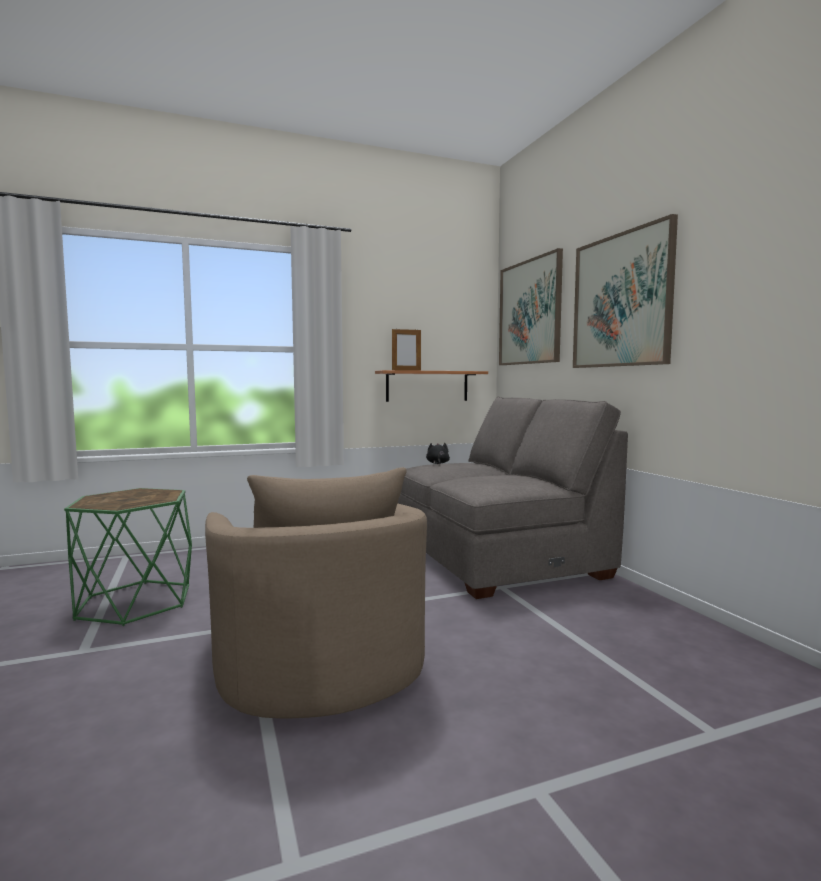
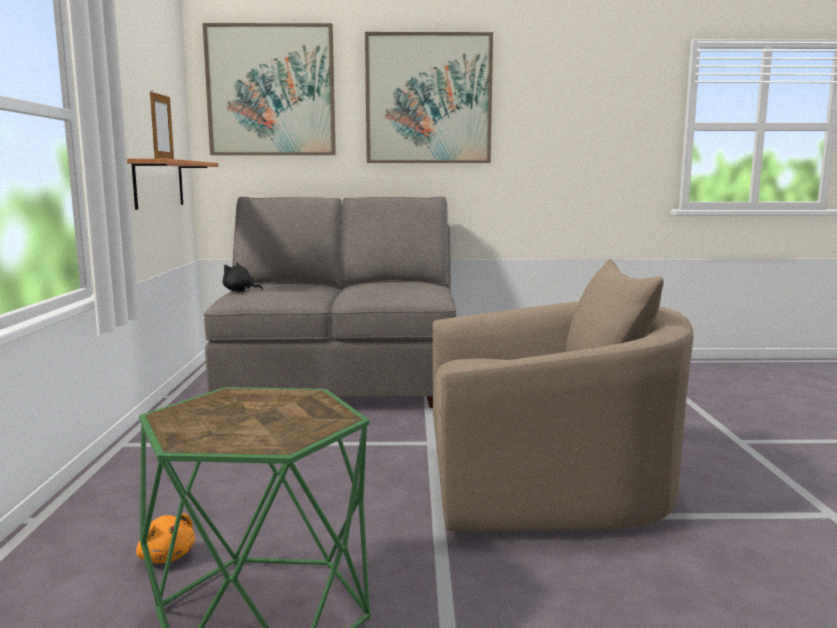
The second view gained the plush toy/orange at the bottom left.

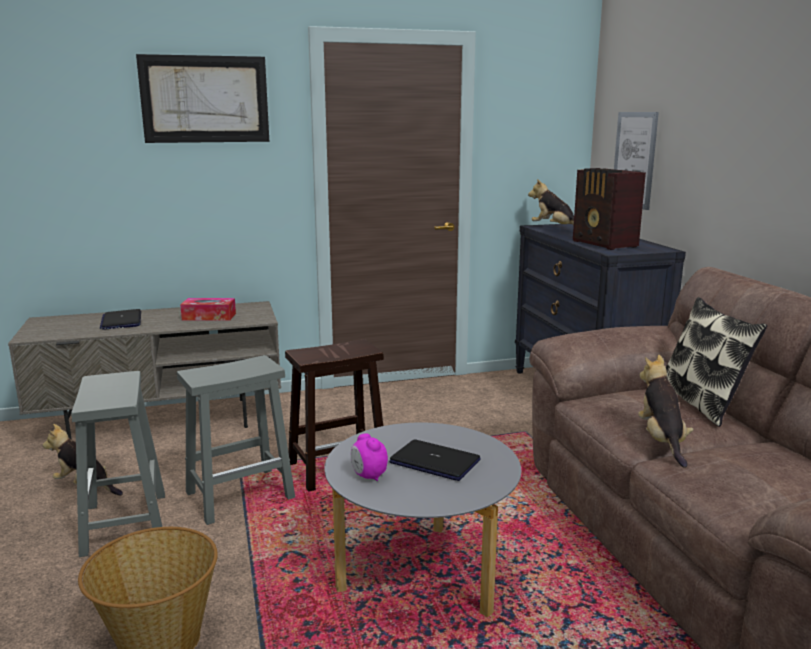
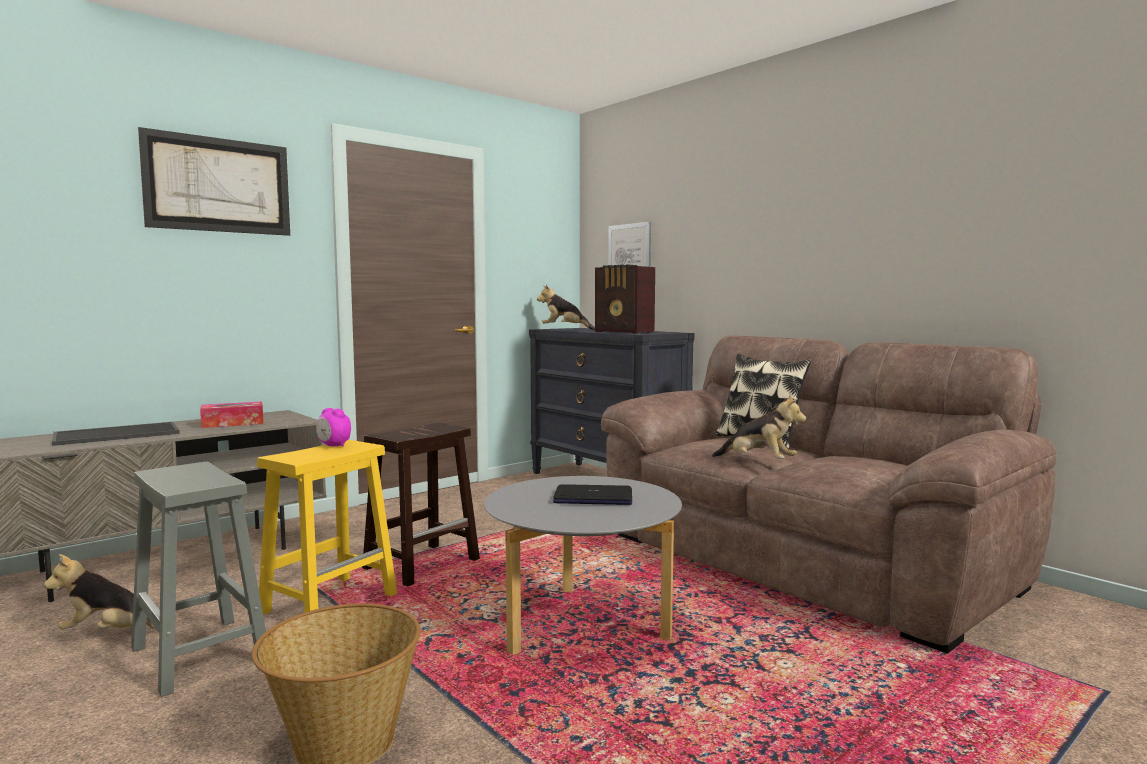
The alarm clock ended up elsewhere, having gone from the bottom centre to the middle left. Where the laptop (1st from left) stood at the middle left, the tray came to stand at the middle left. What was the stool/grey (2nd from left) at the bottom left turned into the stool/yellow at the bottom left. The plush toy (3rd from left) at the middle right ended up facing another way, 150 degrees clockwise from before.

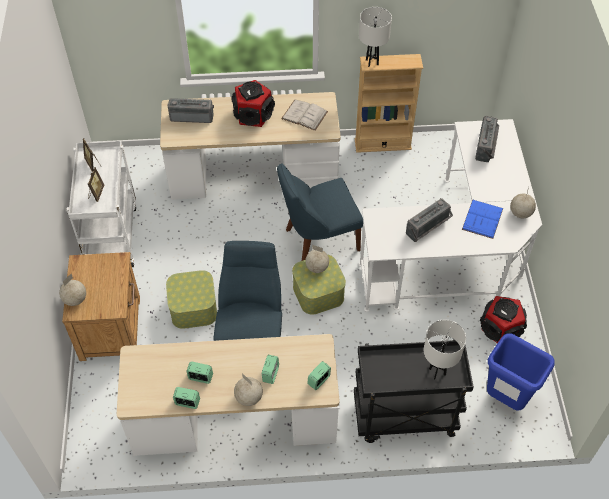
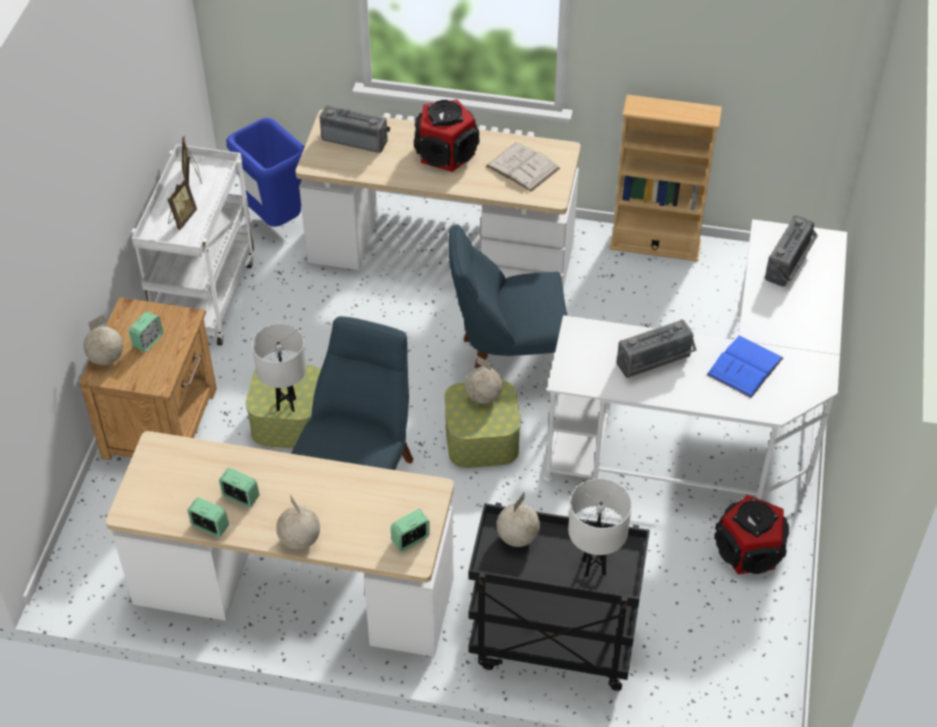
The alarm clock (3rd from left in the first image) ended up elsewhere, having gone from the bottom centre to the middle left. The table lamp/white (1st from left) ended up elsewhere, having gone from the top centre to the middle left. The trash can/blue ended up elsewhere, having gone from the bottom right to the top left. The globe (4th from left) ended up elsewhere, having gone from the middle right to the bottom centre.

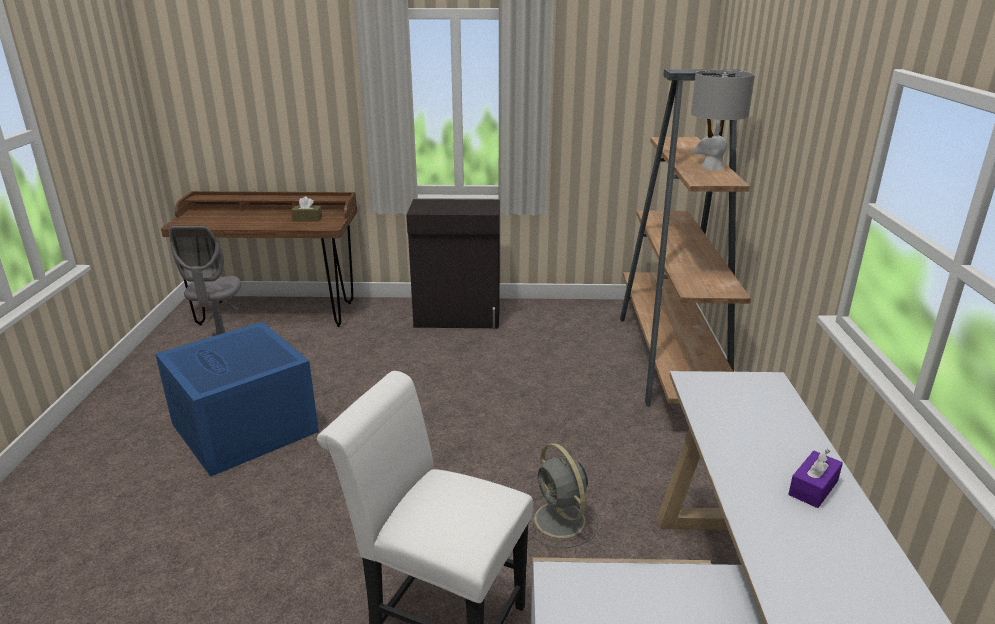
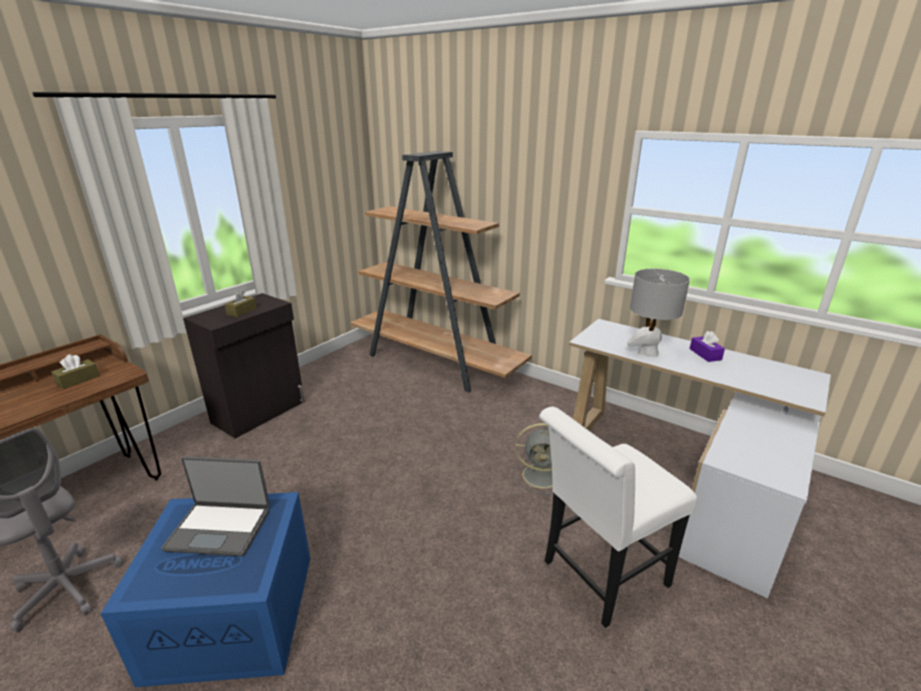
The second view gained the laptop at the bottom left. The second view gained the tissue box/brown (2nd from left) at the middle left. The table lamp/grey ended up elsewhere, having gone from the top right to the middle right.

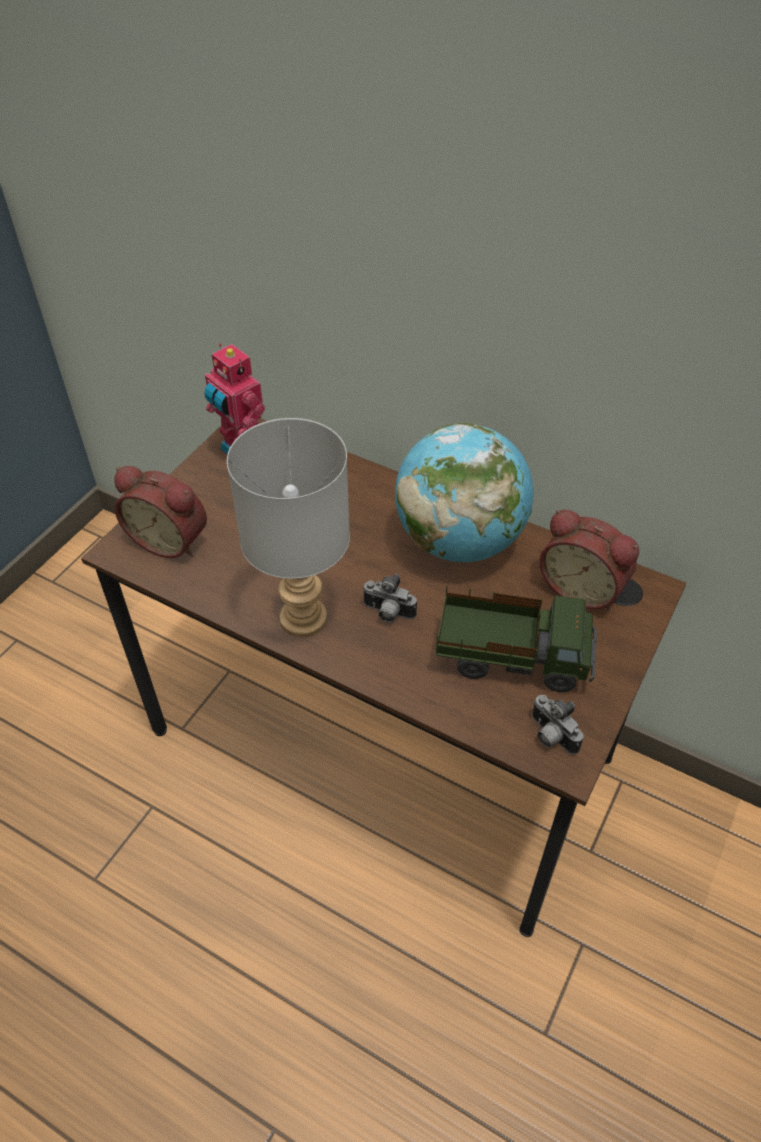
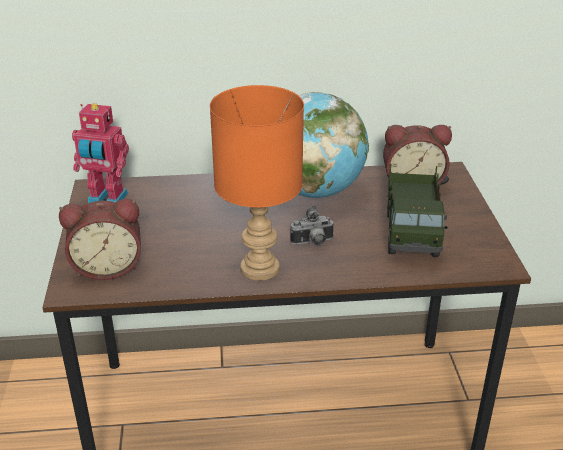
The second view lost the photo camera (2nd from left) at the middle right. What was the table lamp/grey at the centre turned into the table lamp/orange at the centre. The toy truck at the middle right ended up facing another way, 120 degrees clockwise from before.

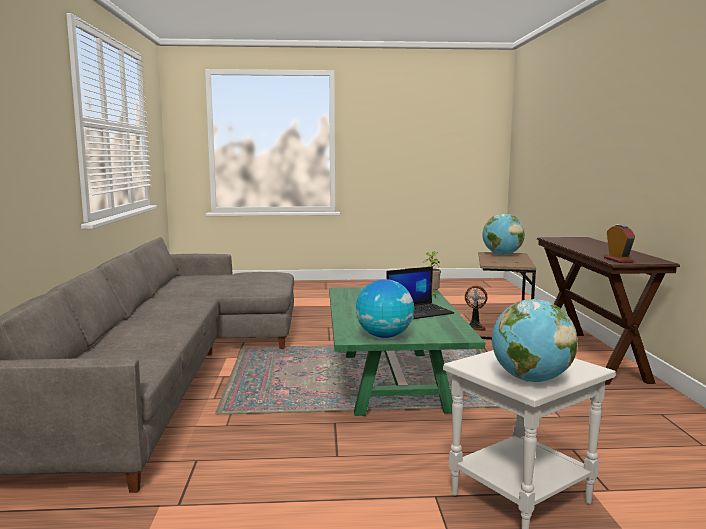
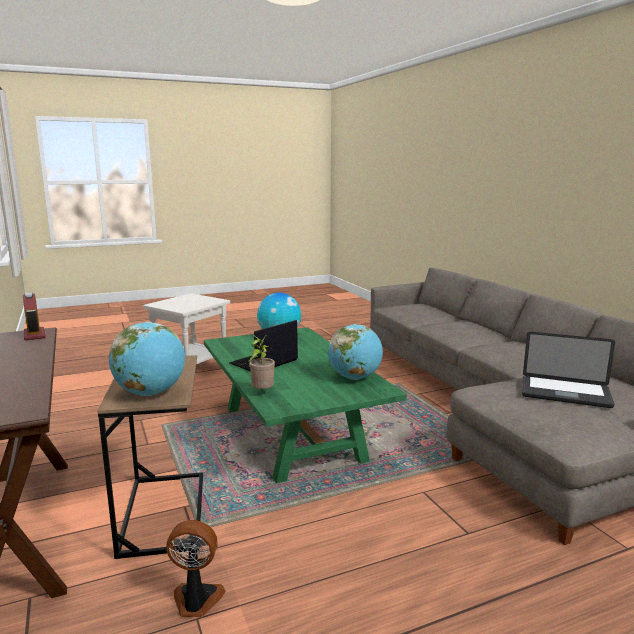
The second view gained the laptop (2nd from left) at the middle right. The globe (3rd from left) ended up elsewhere, having gone from the middle right to the centre.

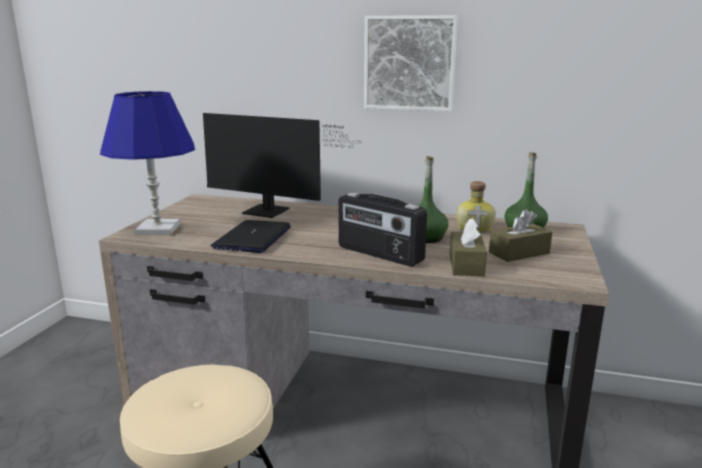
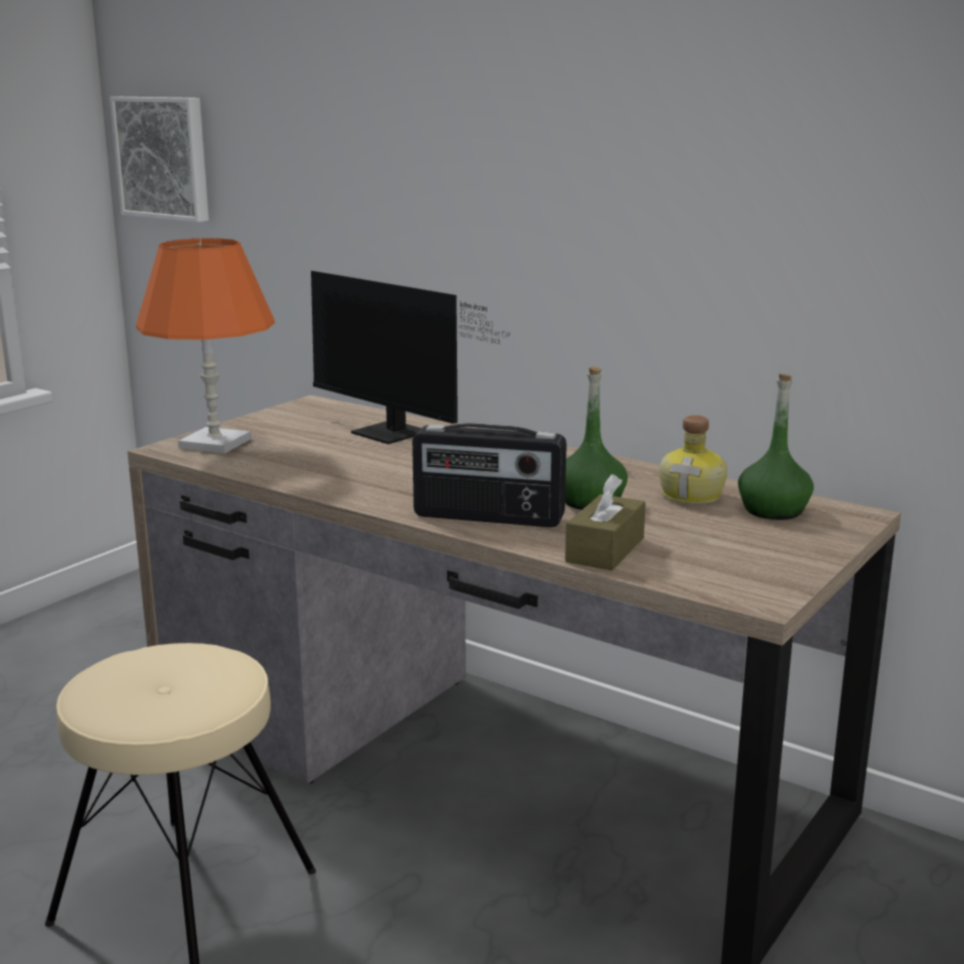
The second view lost the laptop at the centre. The second view lost the tissue box/brown (2nd from left) at the middle right. The picture ended up elsewhere, having gone from the top centre to the top left. What was the table lamp/blue at the middle left turned into the table lamp/orange at the middle left. The radio at the centre ended up facing another way, 45 degrees counterclockwise from before.

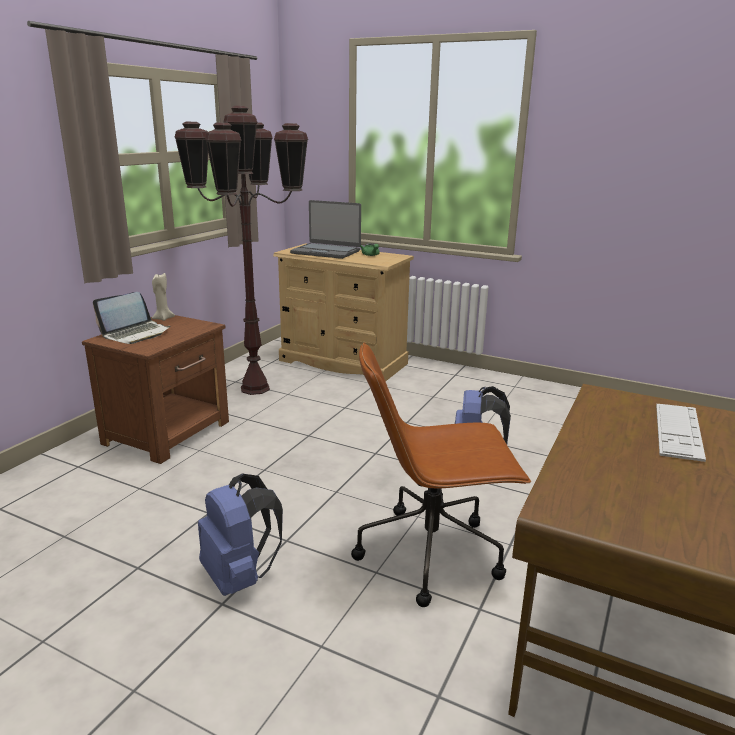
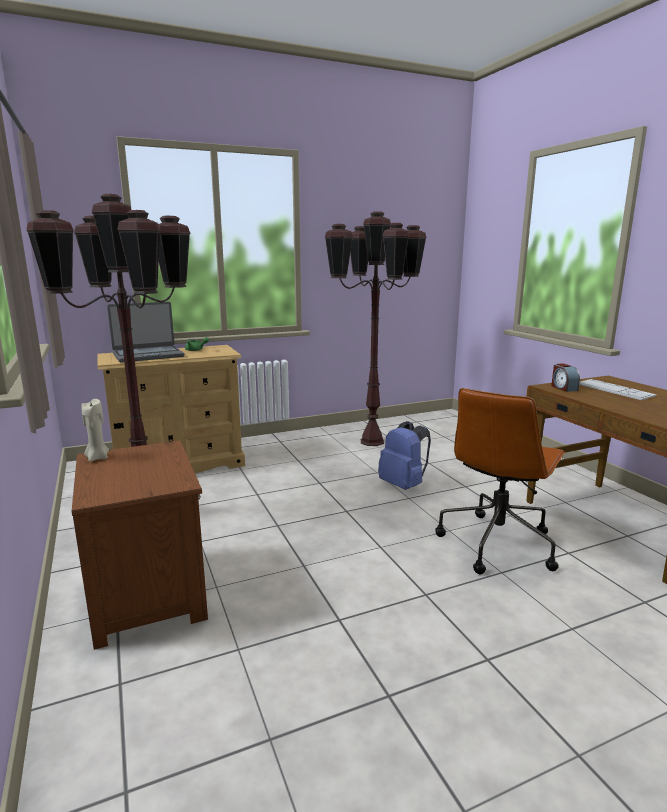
The second view lost the laptop (1st from left) at the middle left. The second view lost the backpack/blue (1st from left) at the bottom left. The second view gained the floor lamp/brown (2nd from left) at the centre. The second view gained the alarm clock at the middle right.

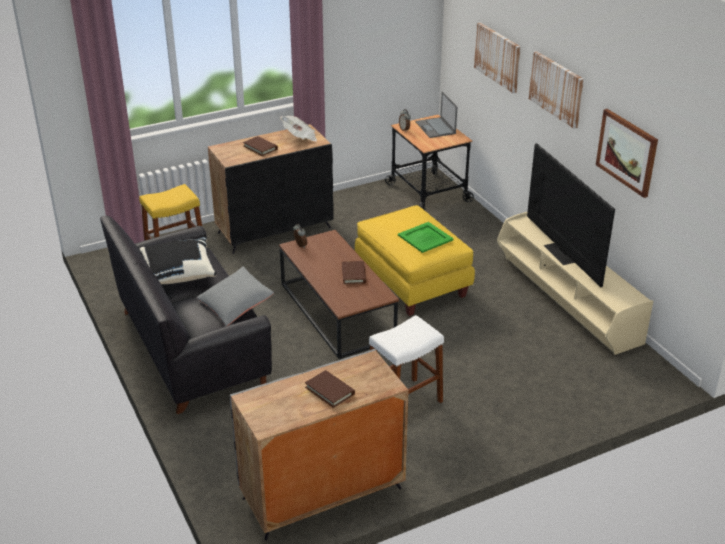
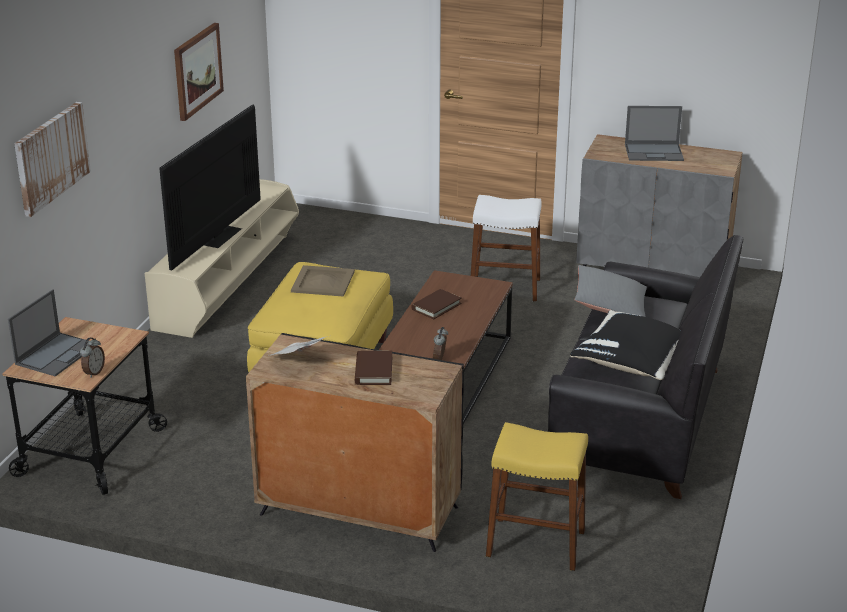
The second view lost the picture (2nd from left) at the top right. Where the book/brown (2nd from left) stood at the bottom centre, the laptop (2nd from left) came to stand at the top right. What was the tray/green at the centre turned into the tray/beige at the centre.

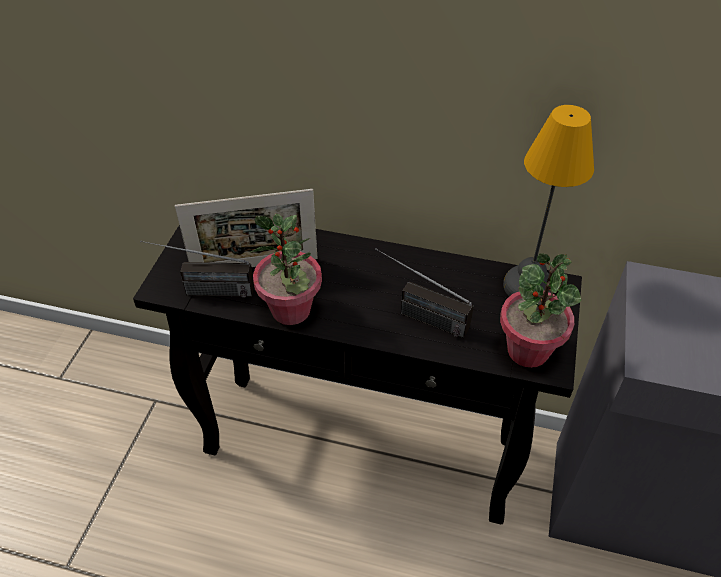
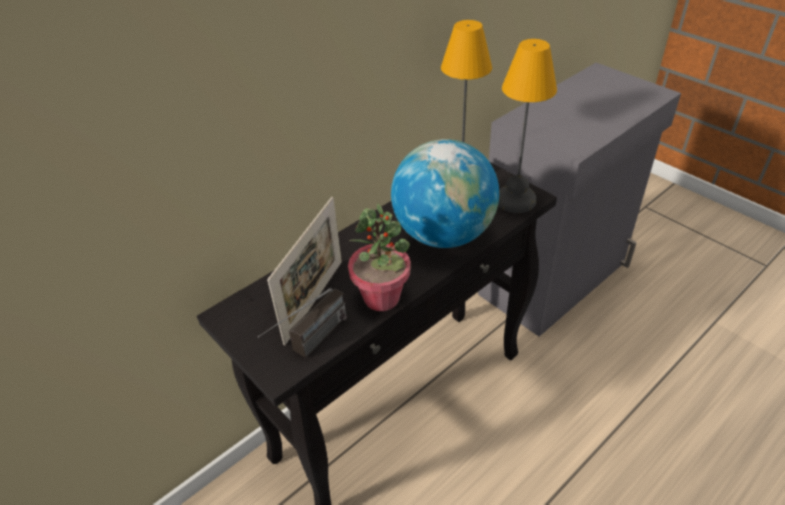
Where the radio (2nd from left) stood at the centre, the globe came to stand at the centre. Where the potted plant (2nd from left) stood at the middle right, the table lamp (2nd from left) came to stand at the top right.

